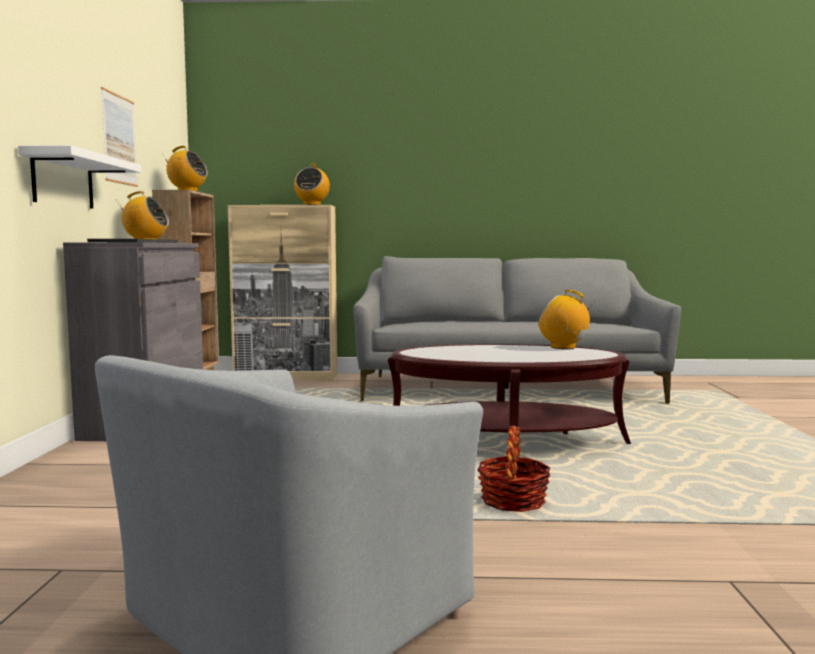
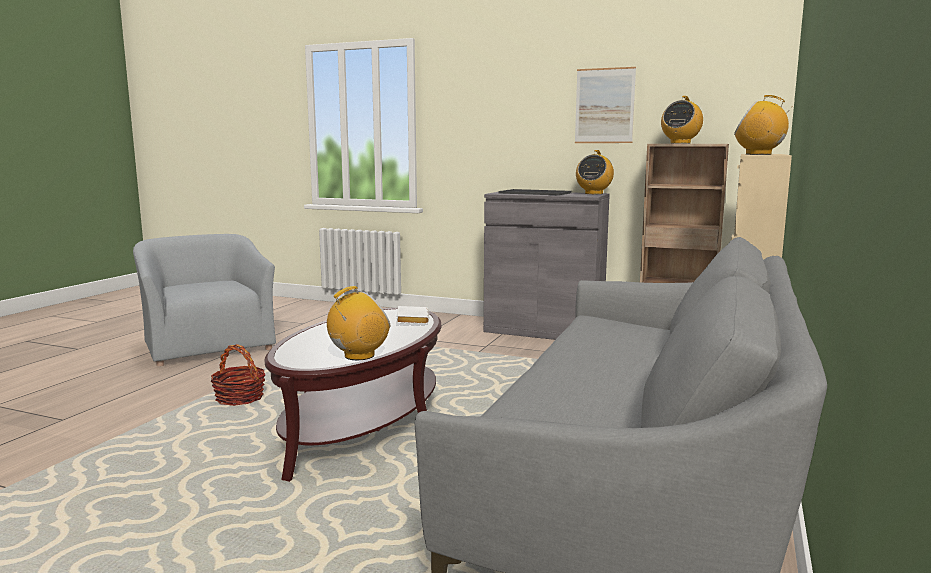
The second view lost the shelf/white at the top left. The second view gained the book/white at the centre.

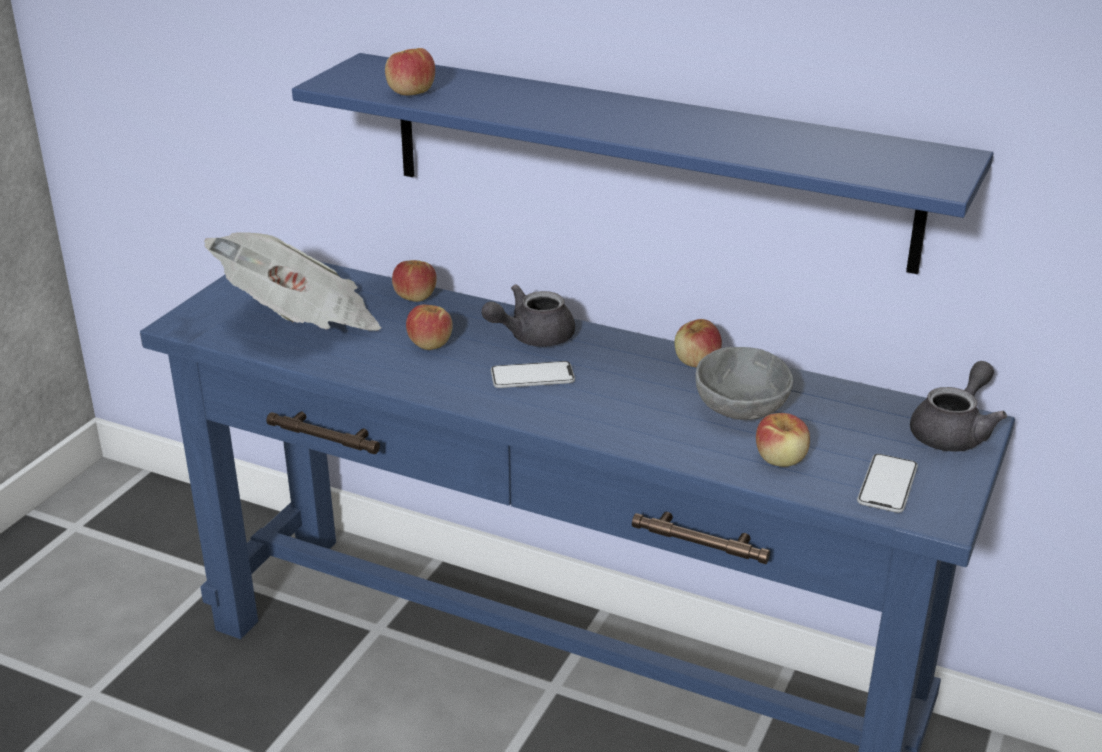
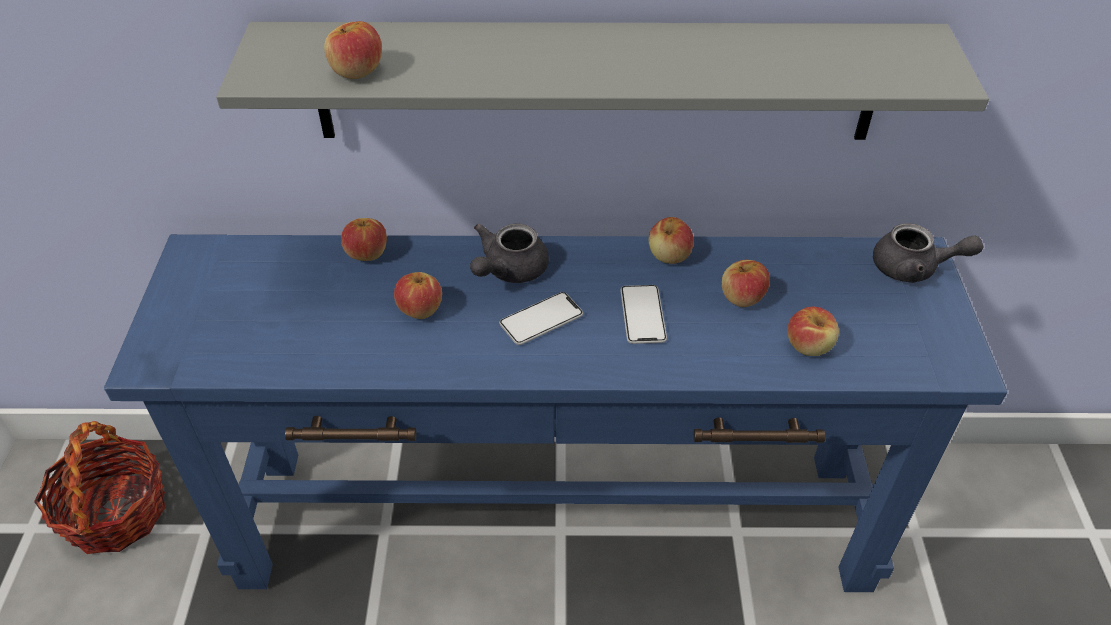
The second view lost the newspaper at the middle left. The second view gained the basket at the bottom left. The phone (2nd from left) ended up elsewhere, having gone from the middle right to the centre. Where the bowl/grey stood at the middle right, the apple (5th from left) came to stand at the middle right. What was the shelf/blue at the top centre turned into the shelf/grey at the top centre. The teapot/grey (2nd from left) at the middle right ended up facing another way, 90 degrees clockwise from before.

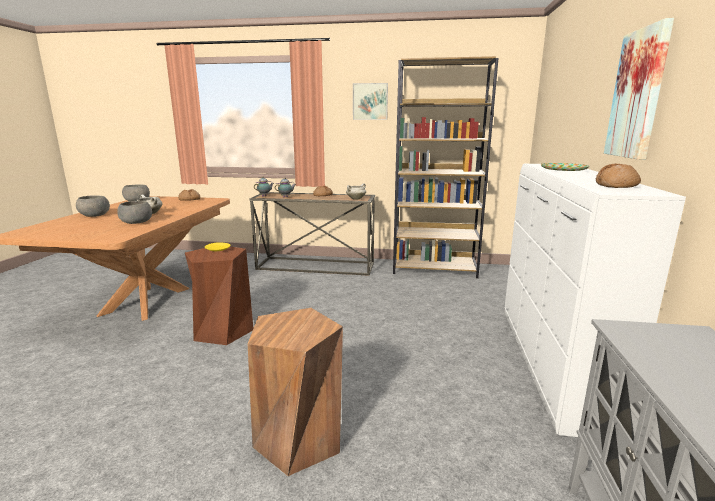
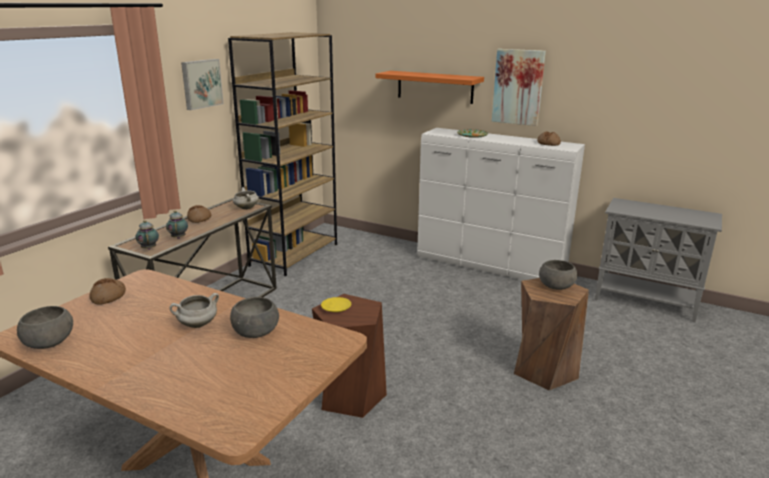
The second view gained the shelf/orange at the top centre. The bowl/grey (1st from left in the first image) ended up elsewhere, having gone from the middle left to the middle right.

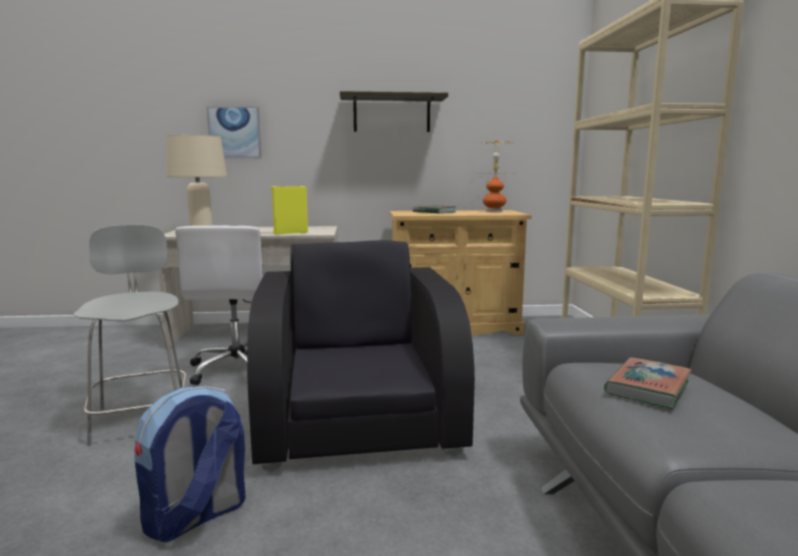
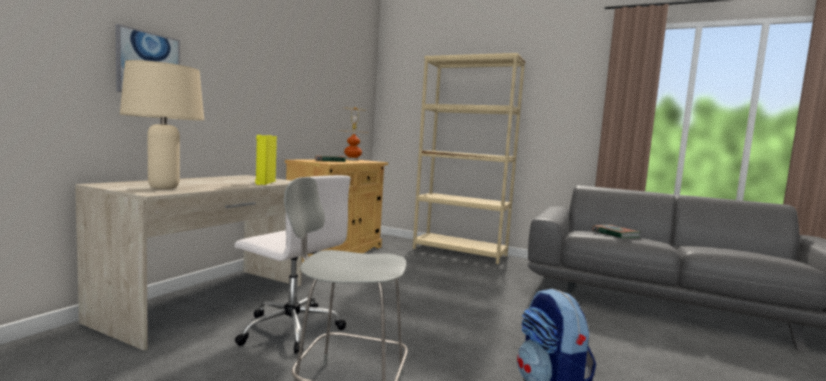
The second view lost the armchair/black at the centre. The second view lost the shelf at the top centre.

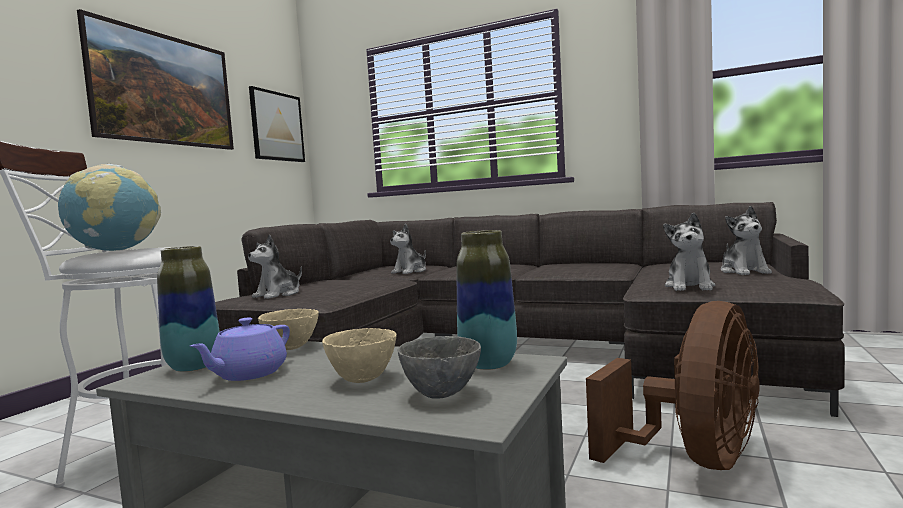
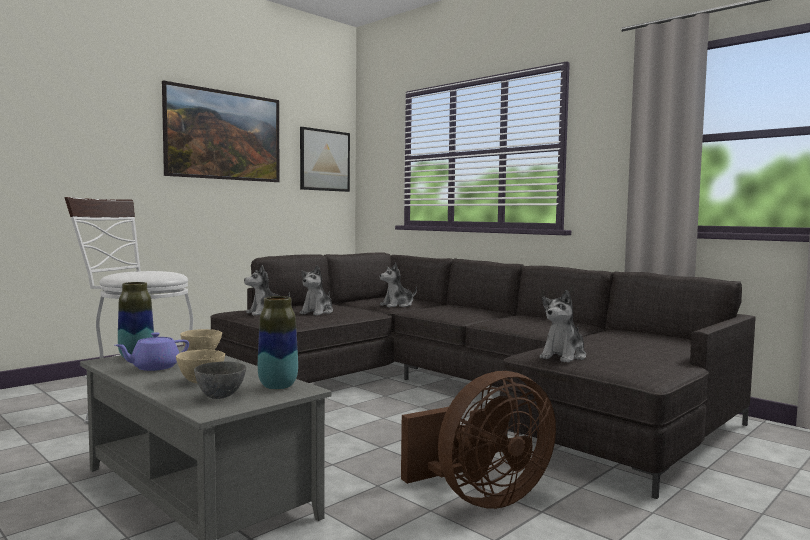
The second view lost the globe at the middle left. The plush toy (4th from left in the first image) ended up elsewhere, having gone from the middle right to the centre.

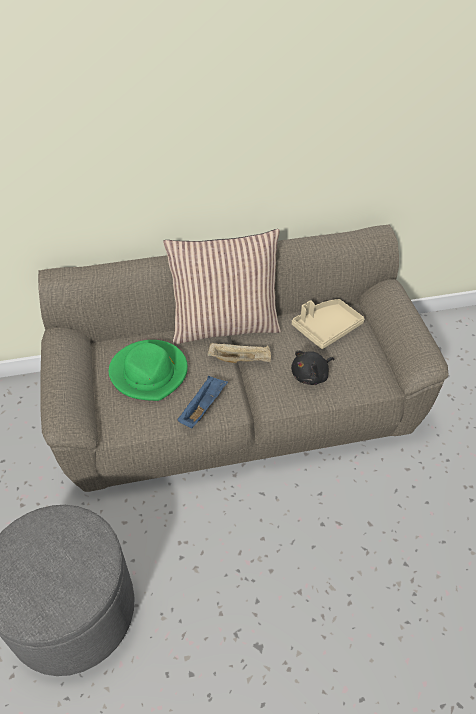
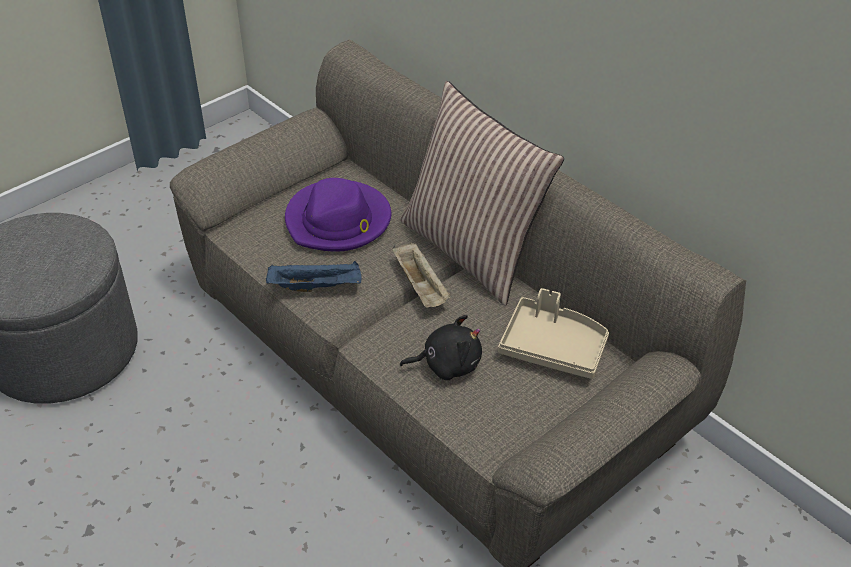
What was the hat/green at the middle left turned into the hat/purple at the centre. The plush toy/black at the centre ended up facing another way, 150 degrees clockwise from before.

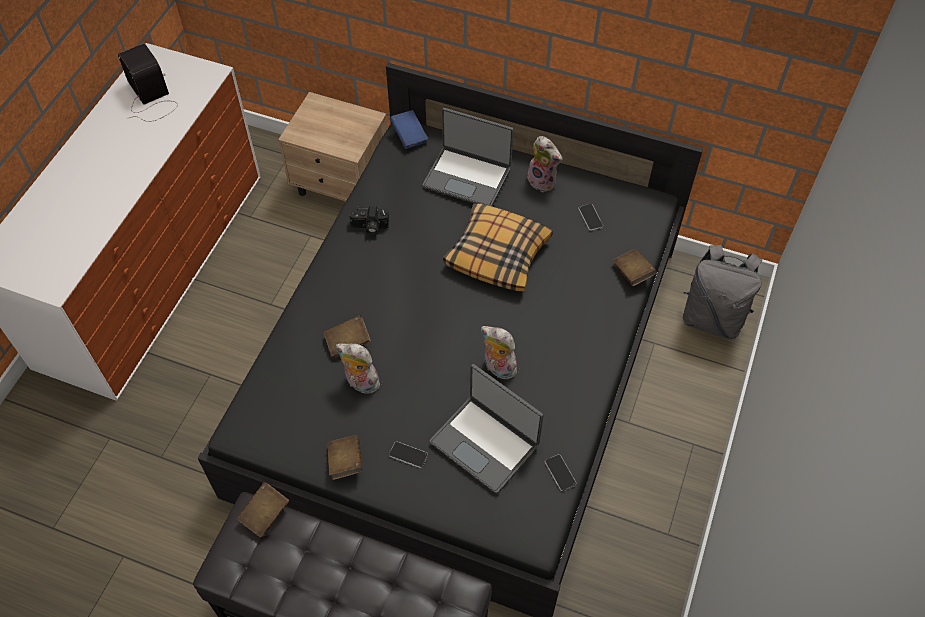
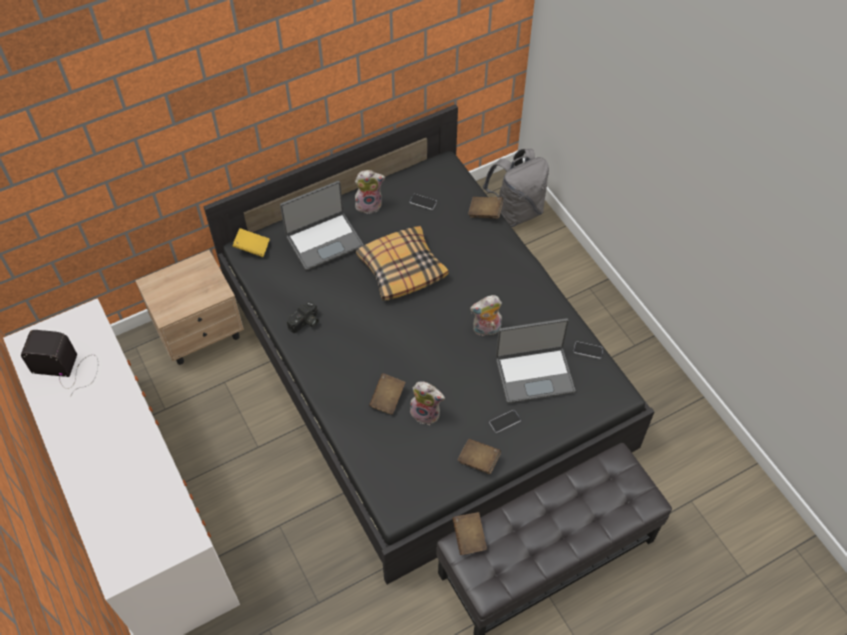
What was the book/blue at the top centre turned into the book/yellow at the middle left. The plush toy (1st from left in the first image) at the centre ended up facing another way, 135 degrees counterclockwise from before.

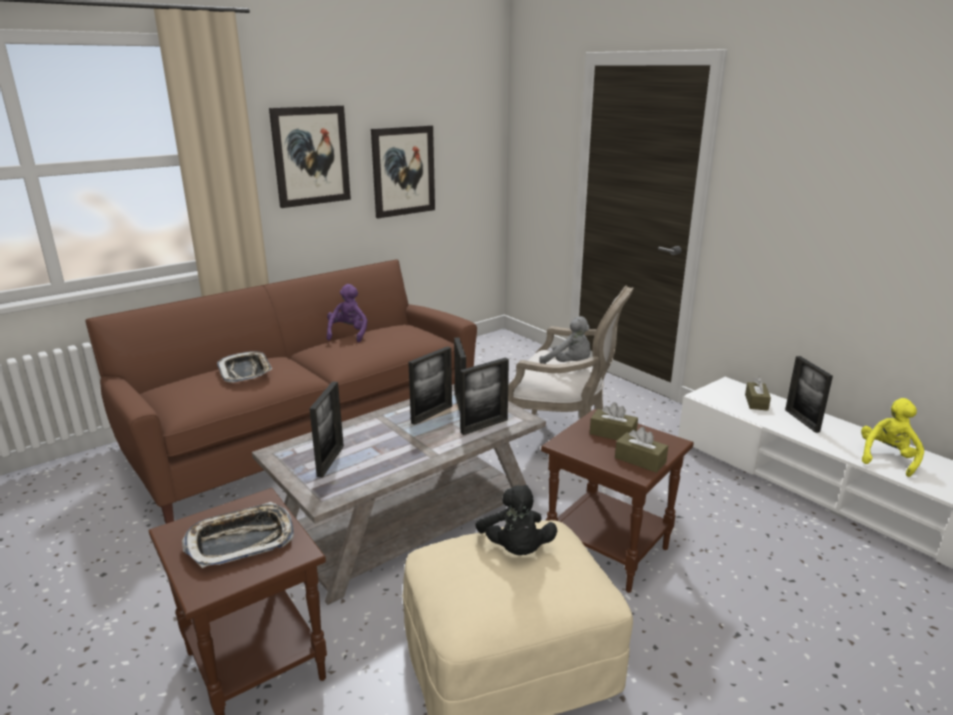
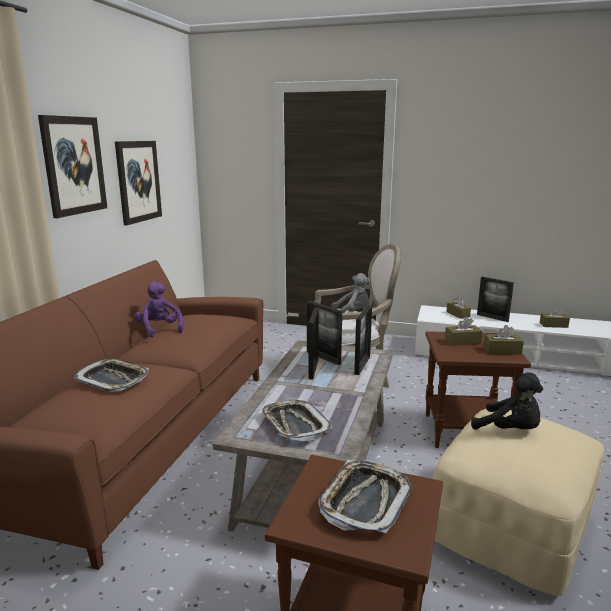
Where the picture frame (1st from left) stood at the centre, the tray (2nd from left) came to stand at the bottom centre. Where the plush toy/yellow stood at the middle right, the tissue box/brown (4th from left) came to stand at the middle right.

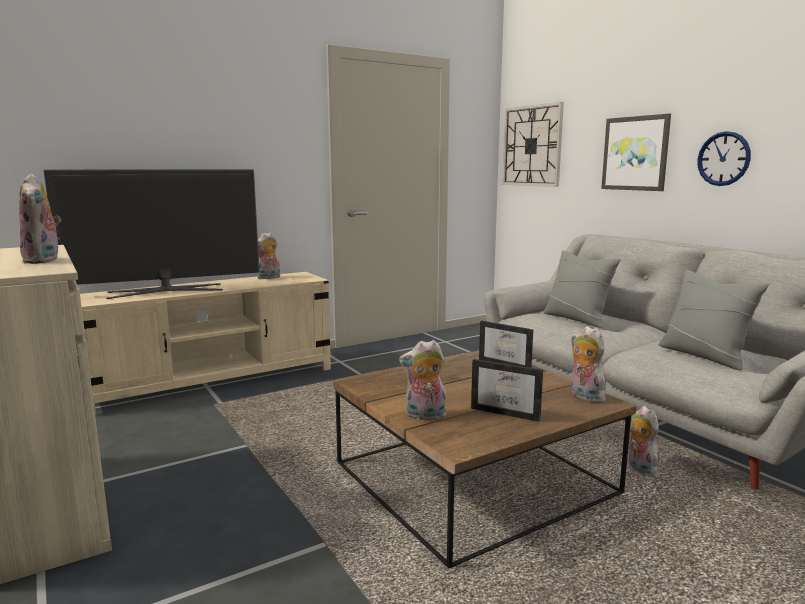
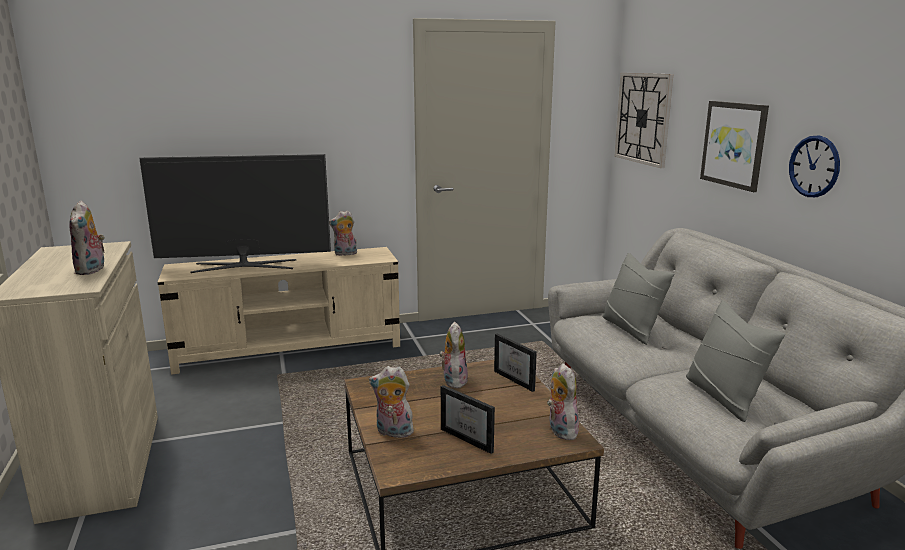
The plush toy (5th from left in the first image) ended up elsewhere, having gone from the bottom right to the centre.

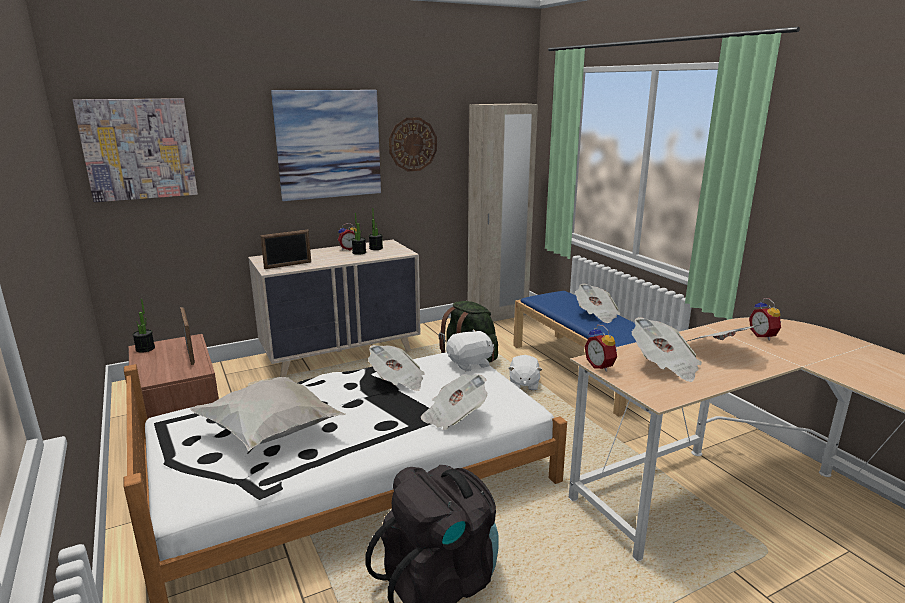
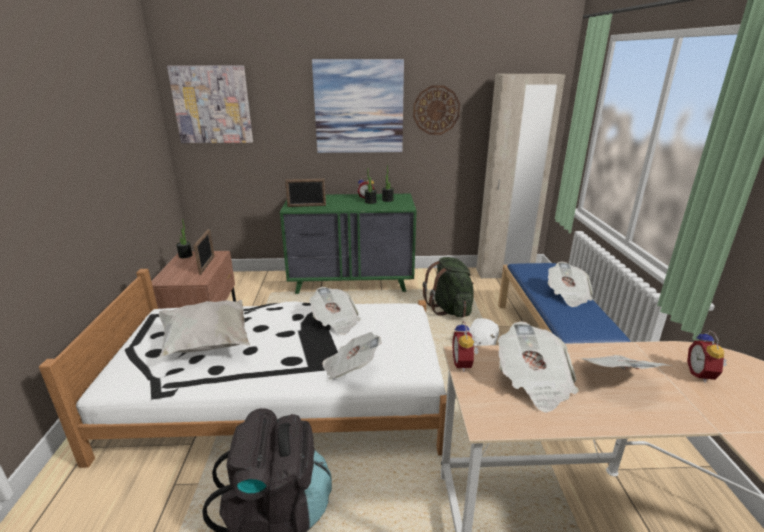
The second view lost the plush toy/white (1st from left) at the centre. What was the dresser/beige at the centre turned into the dresser/green at the centre.

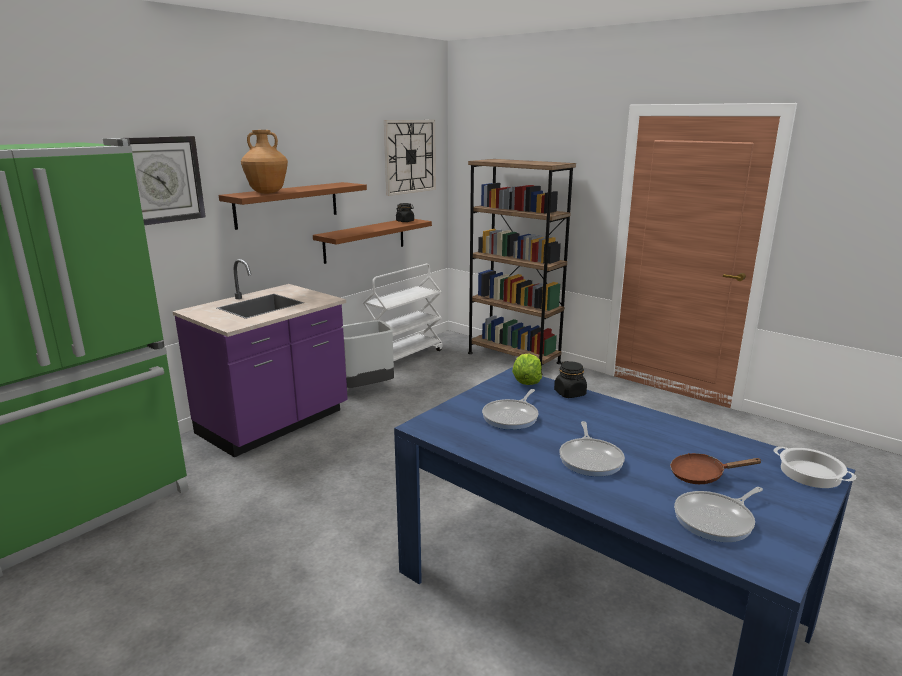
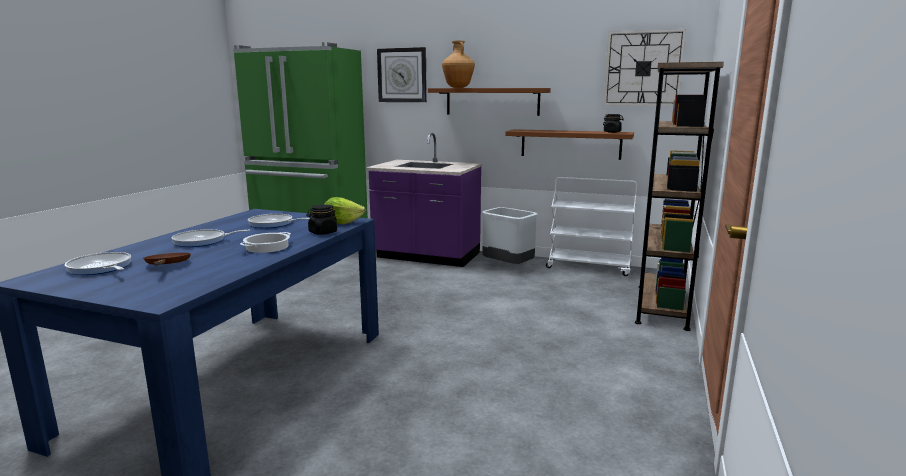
The cooking pot ended up elsewhere, having gone from the bottom right to the middle left.

